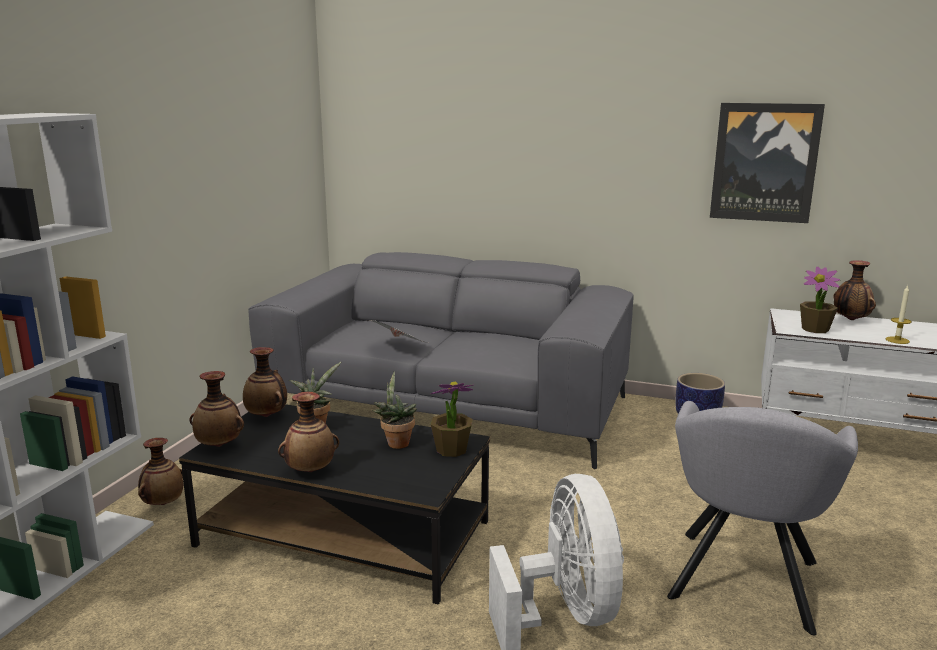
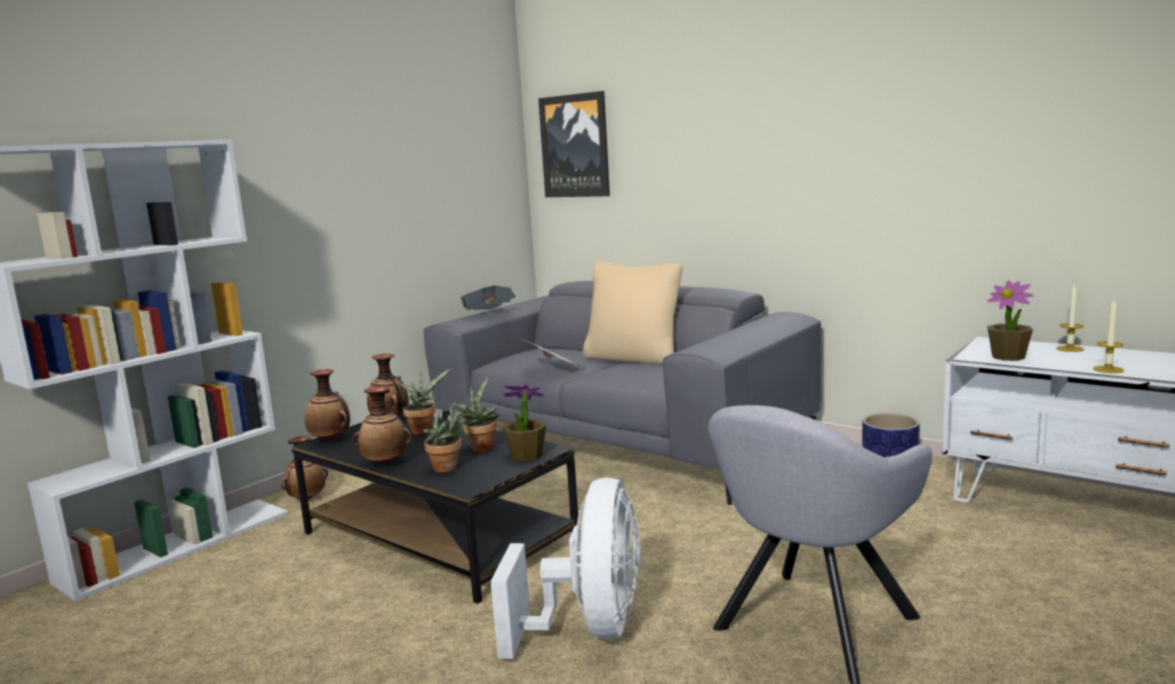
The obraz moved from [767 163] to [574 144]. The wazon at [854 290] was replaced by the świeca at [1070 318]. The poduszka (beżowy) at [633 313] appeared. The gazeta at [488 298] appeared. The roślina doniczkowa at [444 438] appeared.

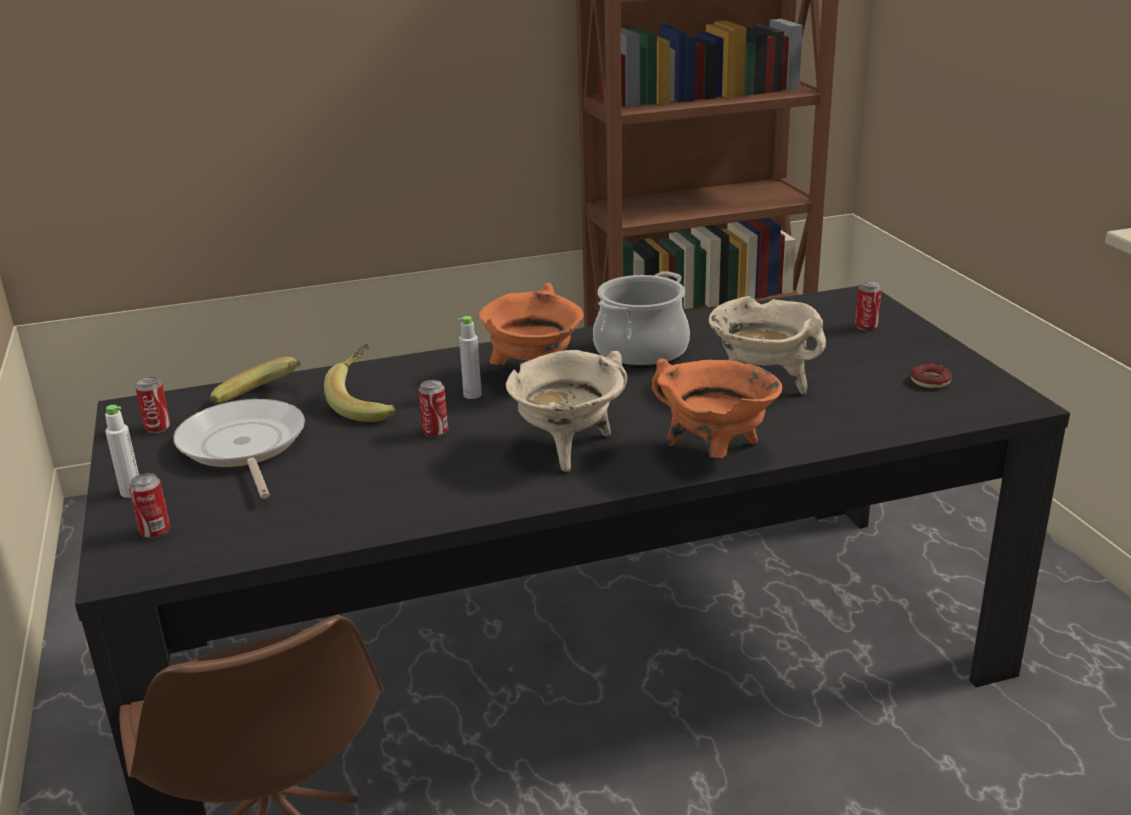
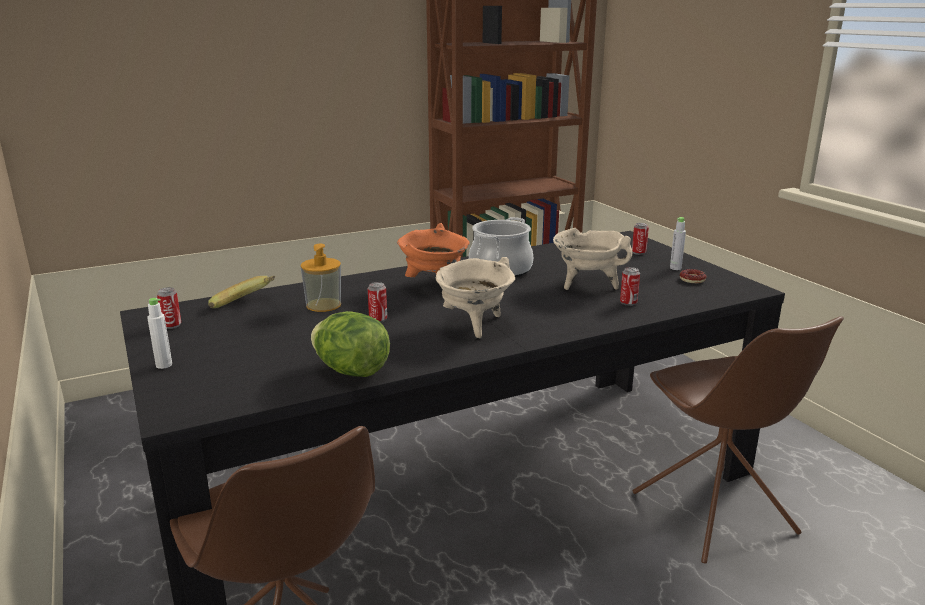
The butelka (szary) moved from [470 357] to [678 243]. The banan at [360 383] was replaced by the dozownik mydła at [321 278]. The garnek (pomarańczowy) at [717 408] disappeared. The patelnia at [239 448] disappeared. The puszka moved from [149 506] to [630 286]. The sałata at [350 344] appeared. The krzesło (brązowy) at [738 440] appeared.

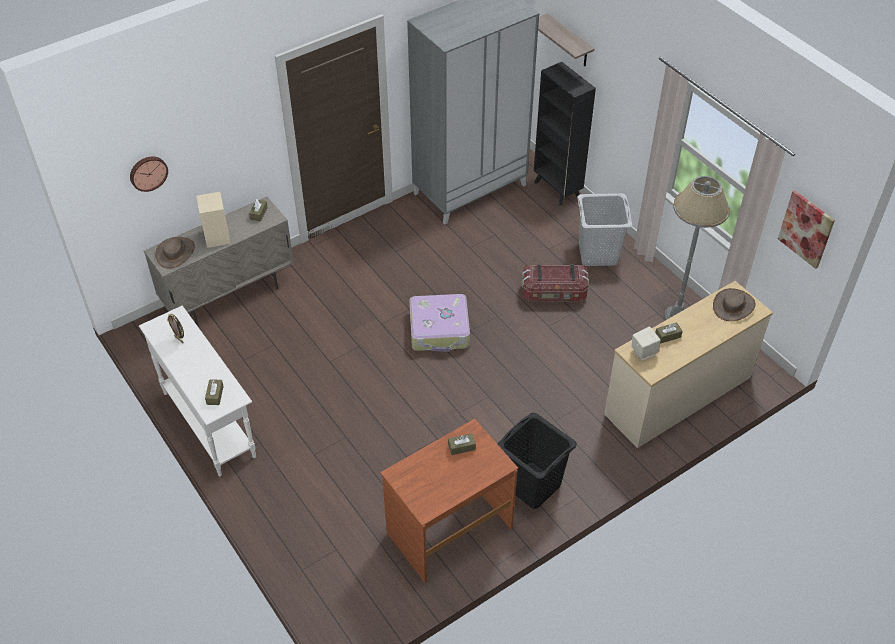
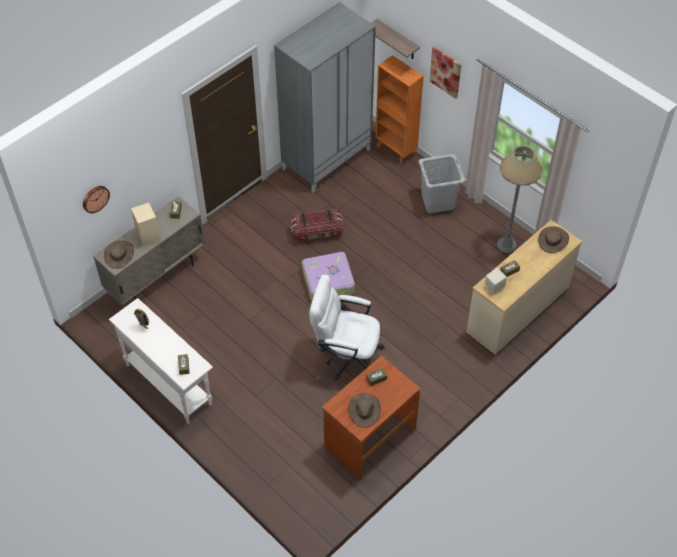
The regał (czarny) at [565 134] became the regał (pomarańczowy) at [399 109]. The obraz moved from [806 229] to [445 73]. The pojemnik do przechowywania moved from [555 283] to [317 226]. The kosz na pranie (czarny) at [537 461] disappeared. The krzesło biurowe (biały) at [347 327] appeared. The kapelusz (brązowy) at [364 410] appeared.

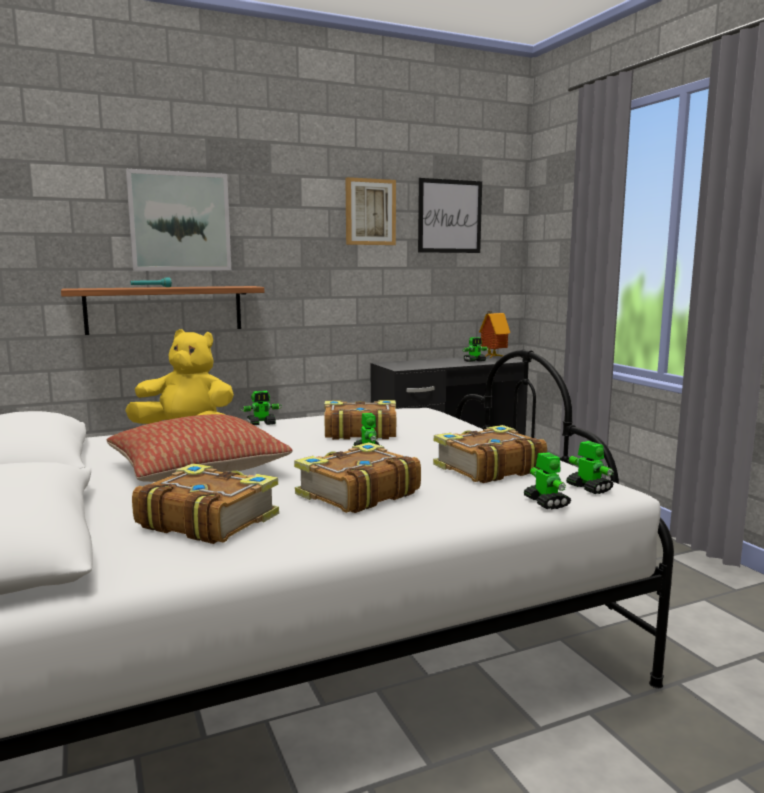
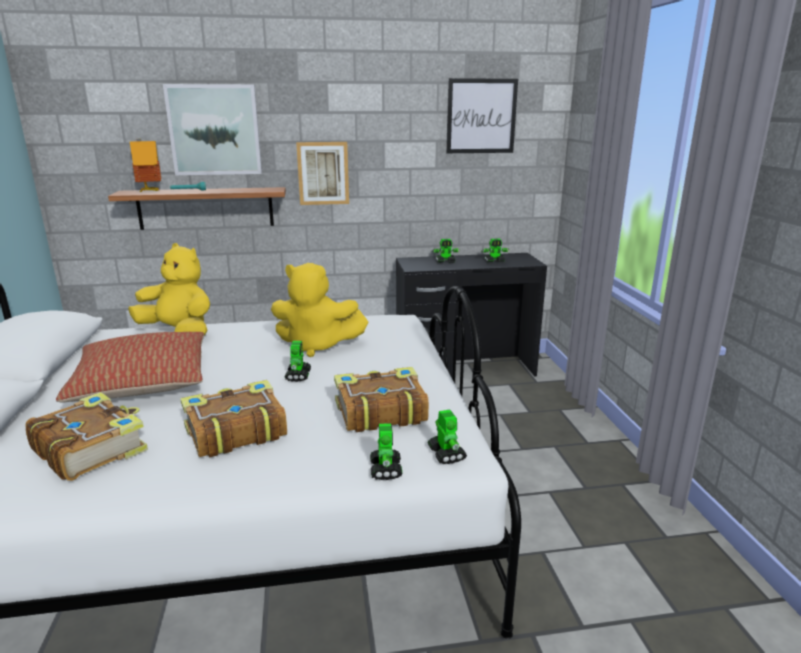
The obraz moved from [370 211] to [322 173]. The domek moved from [494 334] to [145 166]. The robot zabawkowy moved from [261 408] to [446 251]. The książka at [360 420] was replaced by the pluszak (żółty) at [320 310].

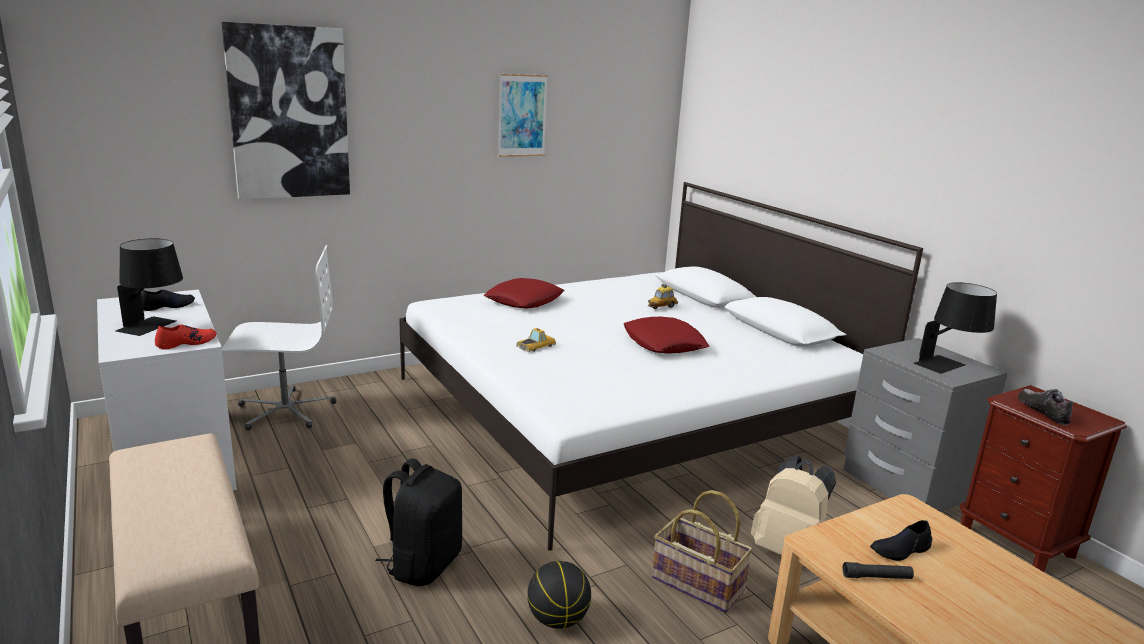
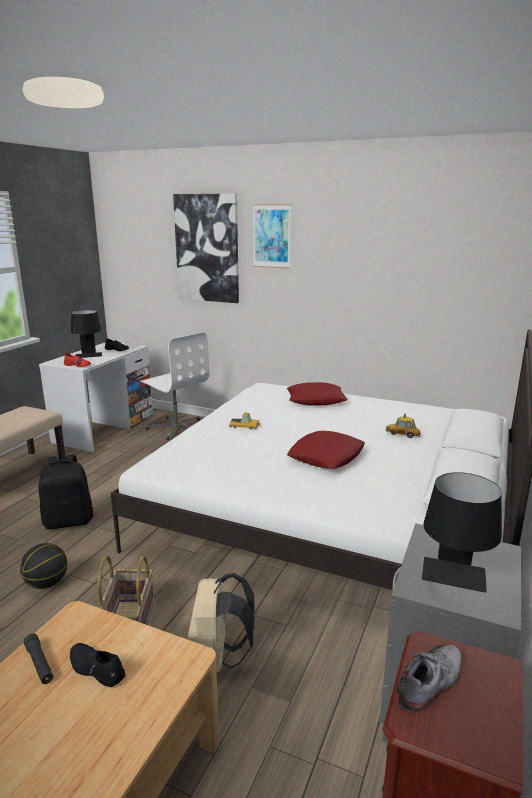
The obraz moved from [523 115] to [272 236].

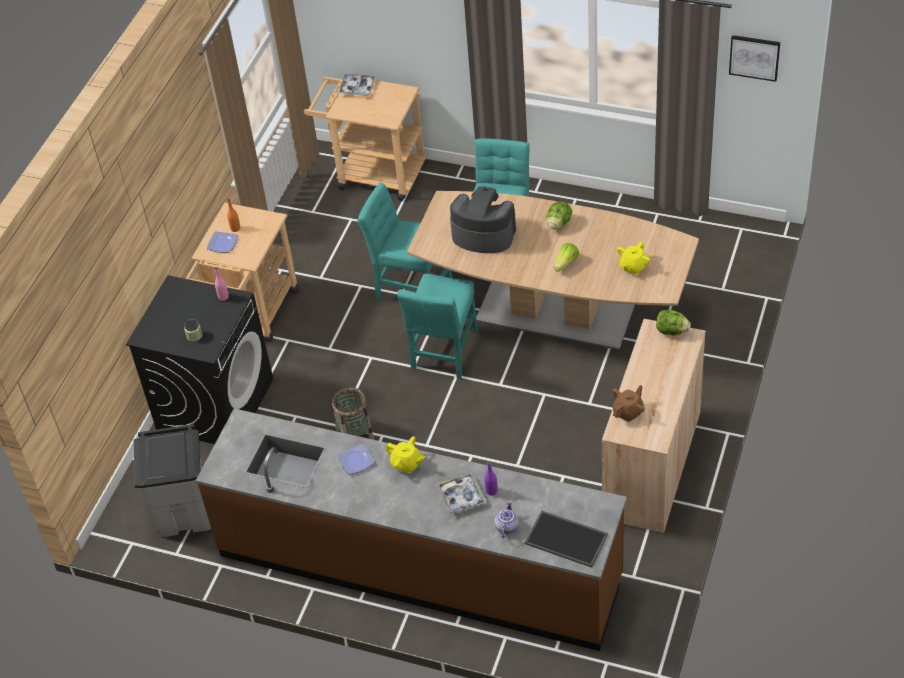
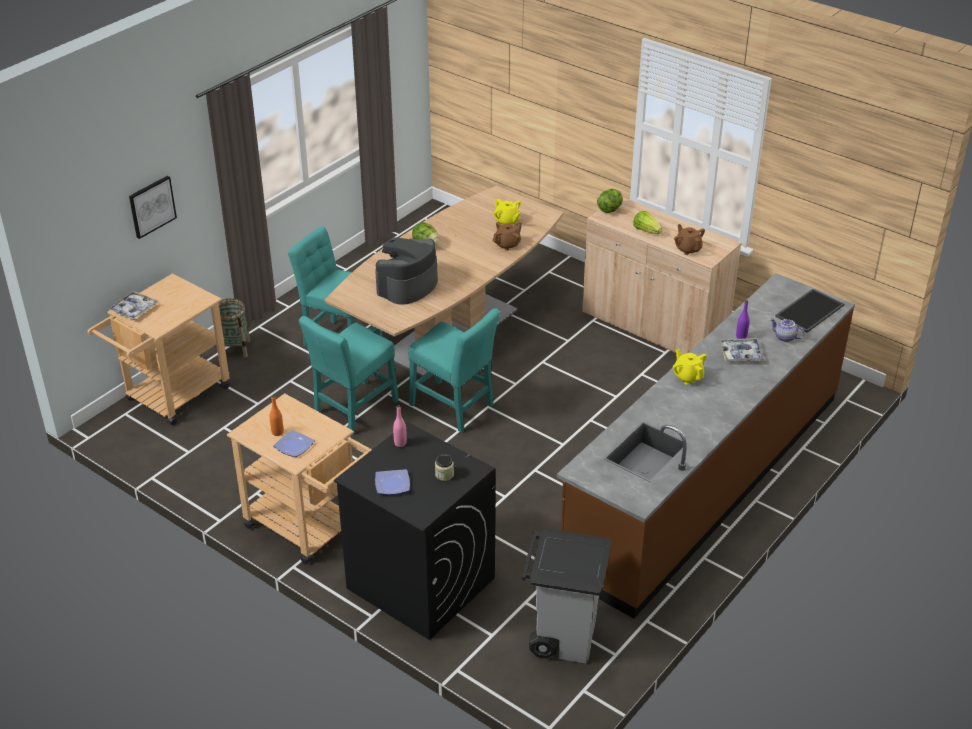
The obraz moved from [754 58] to [153 207]. The sałata moved from [566 257] to [647 222]. The koszyk moved from [353 413] to [234 327]. The imbryk (żółty) at [405 454] turned 75 degrees counterclockwise. The talerz moved from [356 459] to [392 482]. The imbryk (brązowy) at [507 236] appeared.

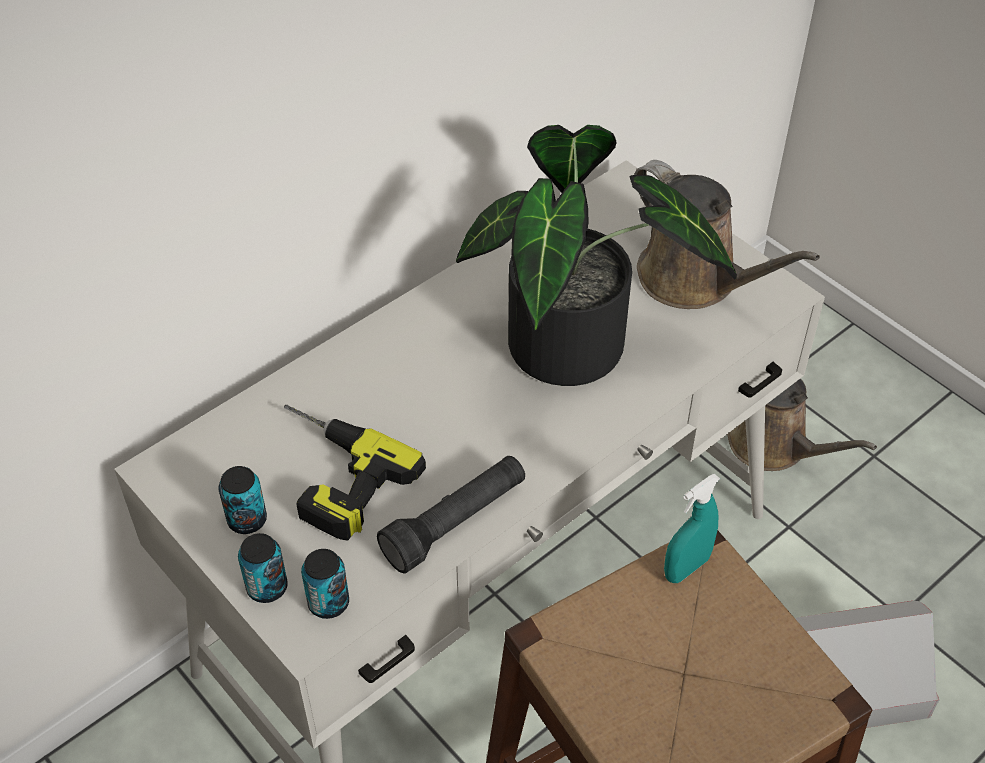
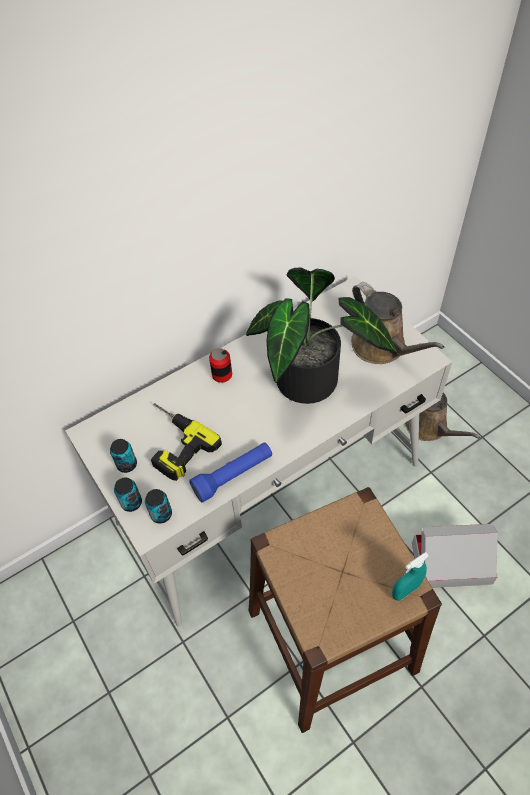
The latarka (czarny) at [451 515] became the latarka (niebieski) at [230 473]. The spryskiwacz (turkusowy) moved from [692 528] to [410 576]. The puszka at [220 366] appeared.

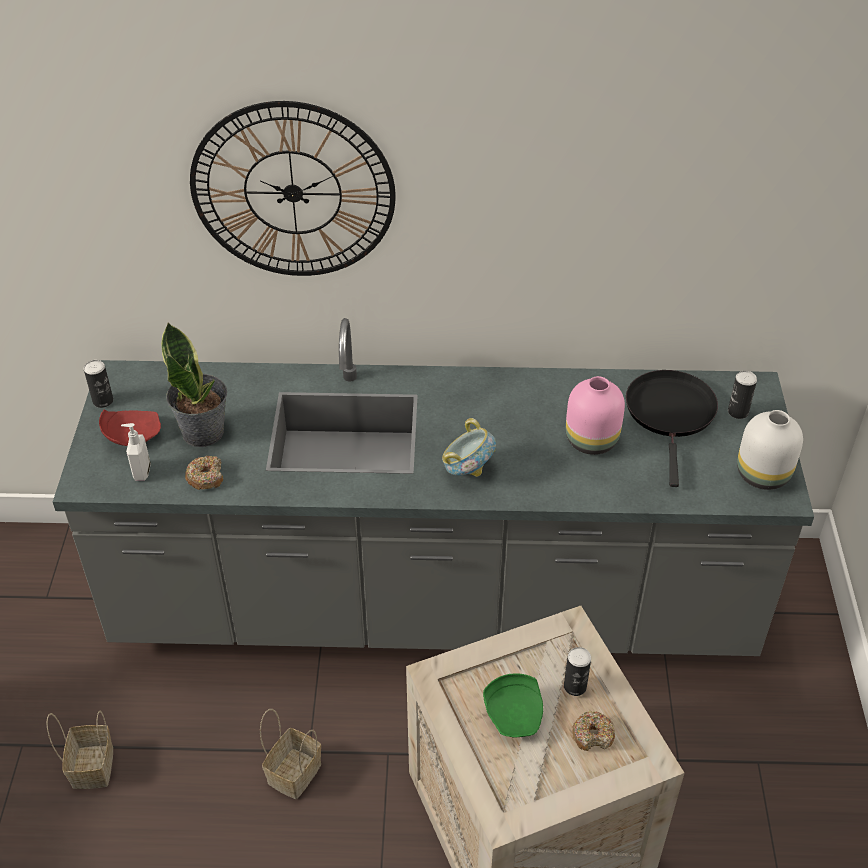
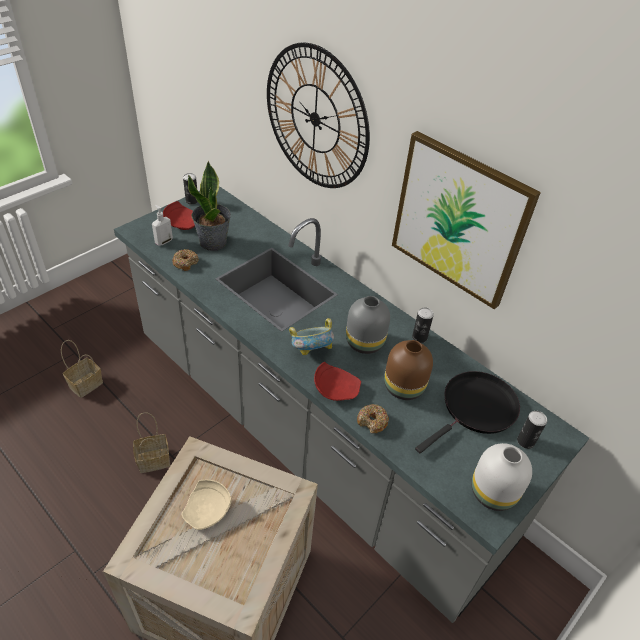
The wazon (różowy) at [595 415] became the wazon (brązowy) at [408 370]. The puszka moved from [577 671] to [423 325]. The talerz (zielony) at [513 705] became the talerz (beżowy) at [206 505]. The donut moved from [593 731] to [373 418]. The obraz at [466 220] appeared. The wazon (szary) at [368 325] appeared. The talerz (czerwony) at [337 381] appeared.

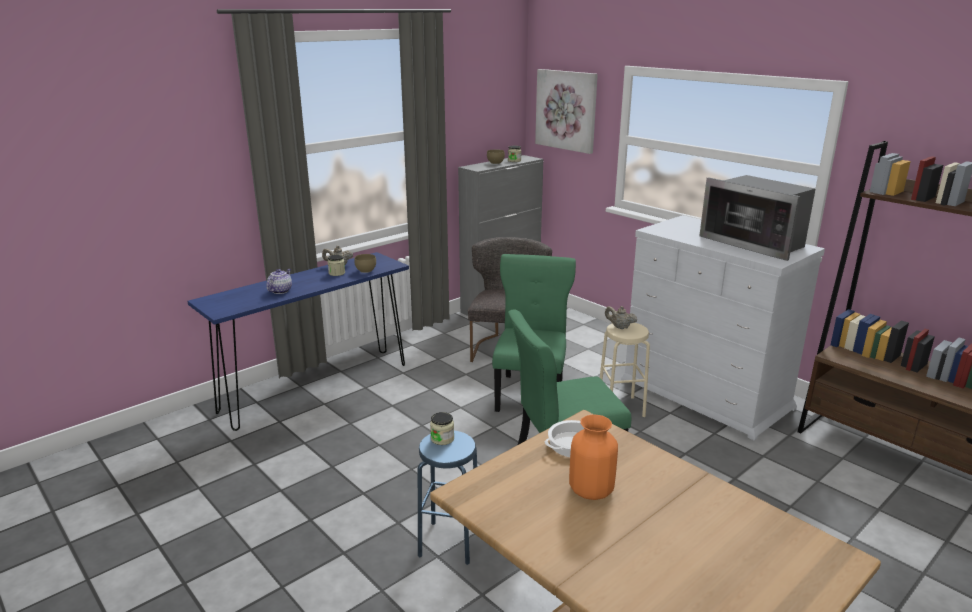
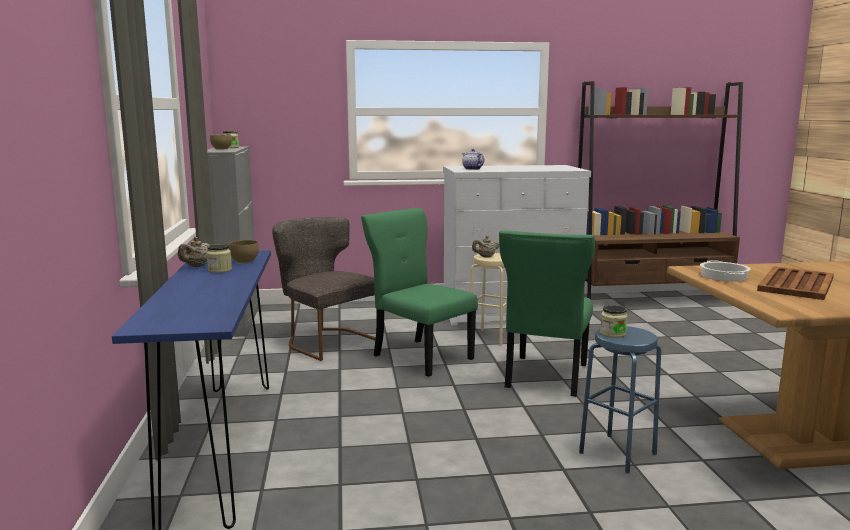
The obraz at [566 111] disappeared. The mikrofalówka at [757 218] disappeared. The imbryk moved from [279 281] to [473 159]. The wazon (pomarańczowy) at [593 457] was replaced by the taca (brązowy) at [795 283].

